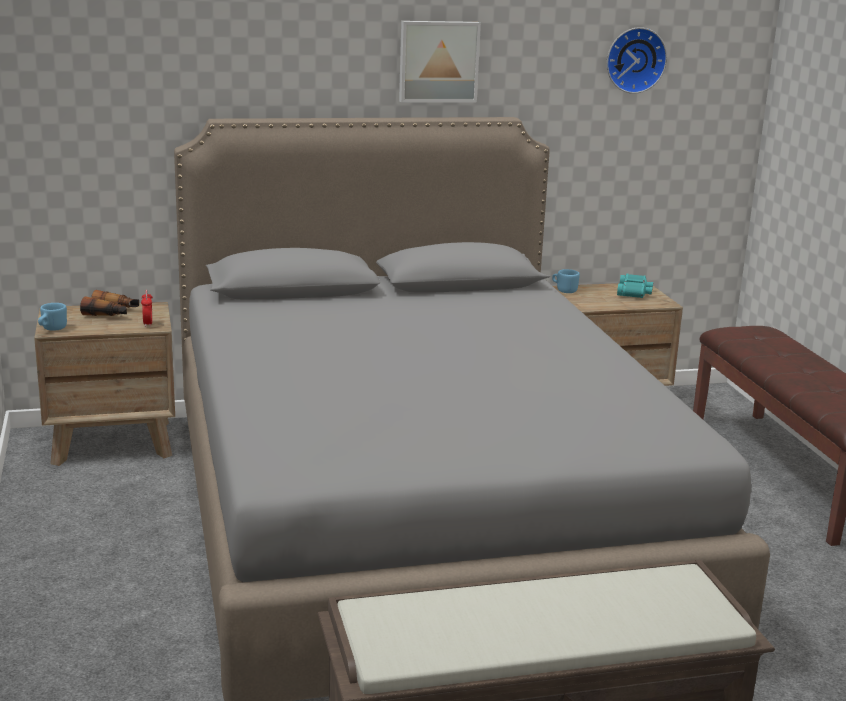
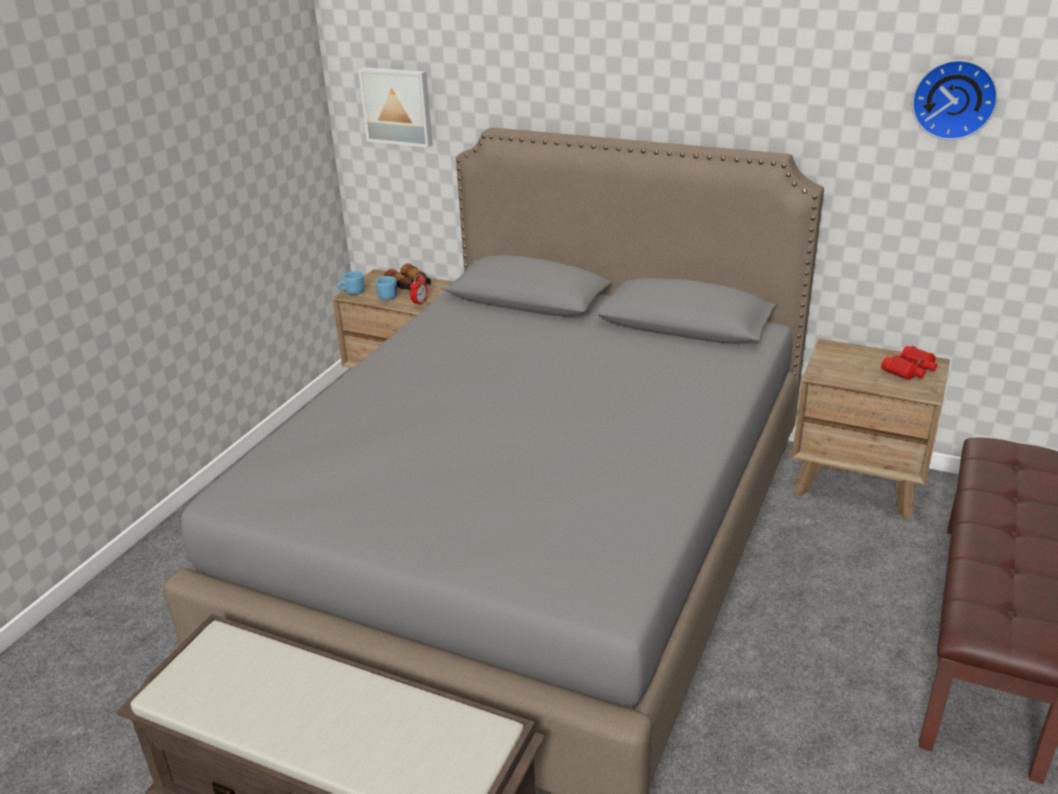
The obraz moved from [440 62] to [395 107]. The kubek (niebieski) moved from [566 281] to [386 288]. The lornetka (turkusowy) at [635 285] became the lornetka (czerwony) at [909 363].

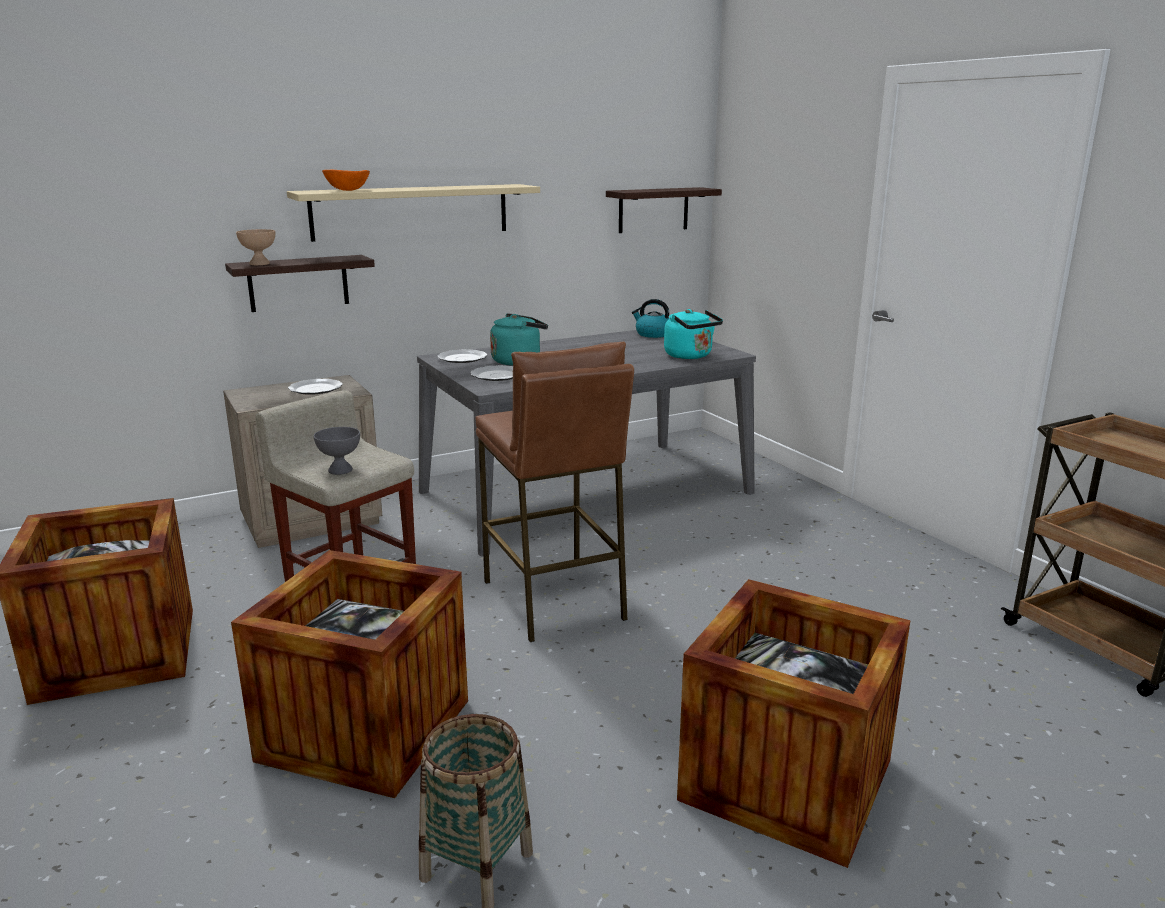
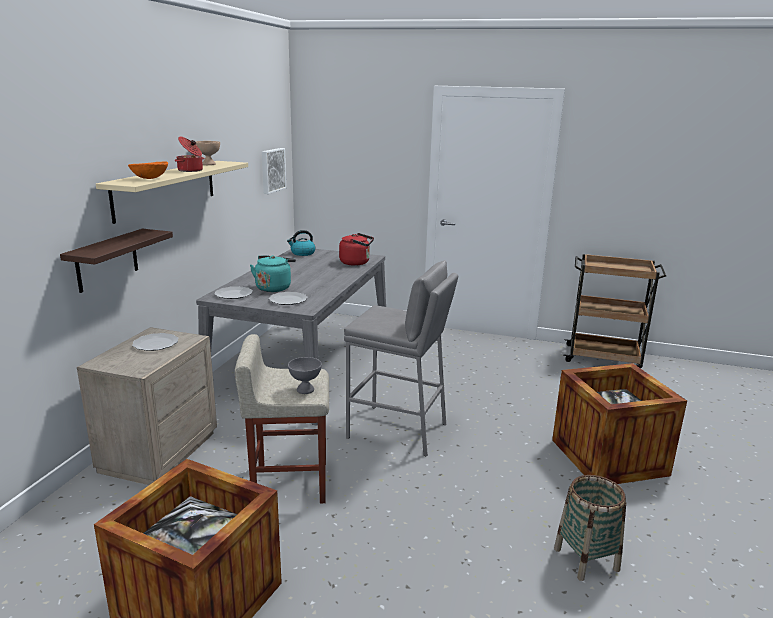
The półka at [664 210] was replaced by the obraz at [274 171]. The miska (beżowy) moved from [255 247] to [207 153]. The czajnik (turkusowy) at [693 334] became the czajnik (czerwony) at [356 249]. The stołek (brązowy) at [554 492] became the stołek (szary) at [401 358]. The skrzynka at [349 674] disappeared. The garnek at [189 154] appeared.

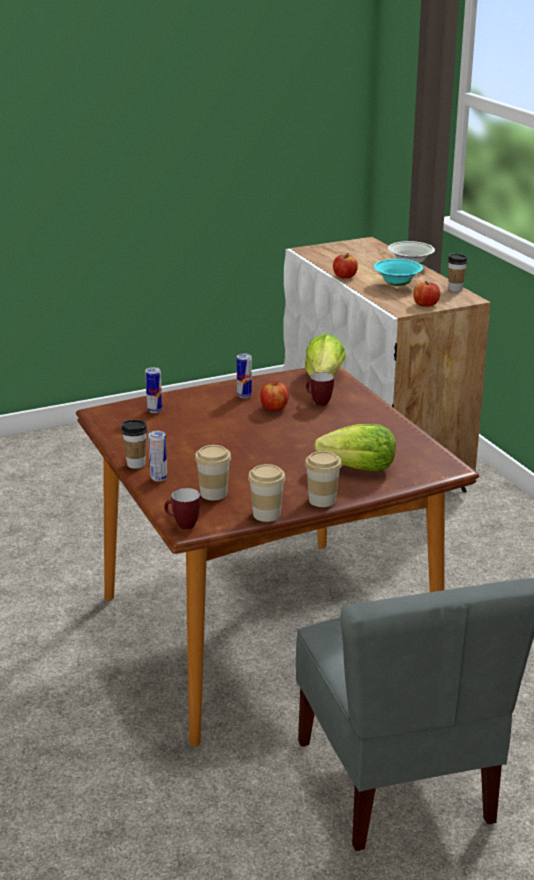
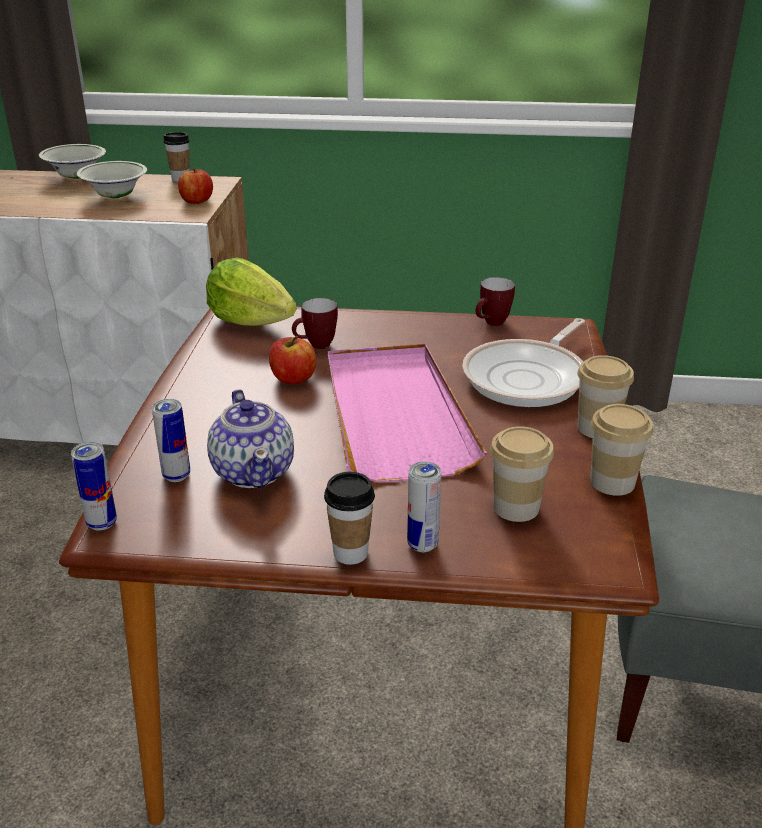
The jabłko at [345 265] disappeared. The miska (turkusowy) at [398 272] became the miska (biały) at [112 179]. The puszka moved from [244 376] to [94 486]. The sałata at [355 448] was replaced by the patelnia at [523 362]. The kubek moved from [182 509] to [495 301]. The taca (różowy) at [407 413] appeared. The imbryk at [250 438] appeared.

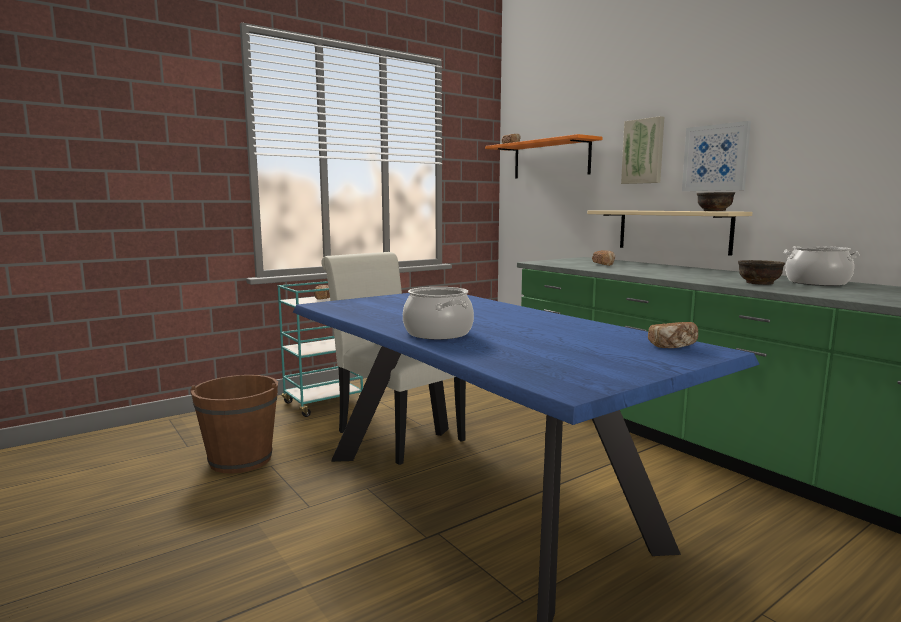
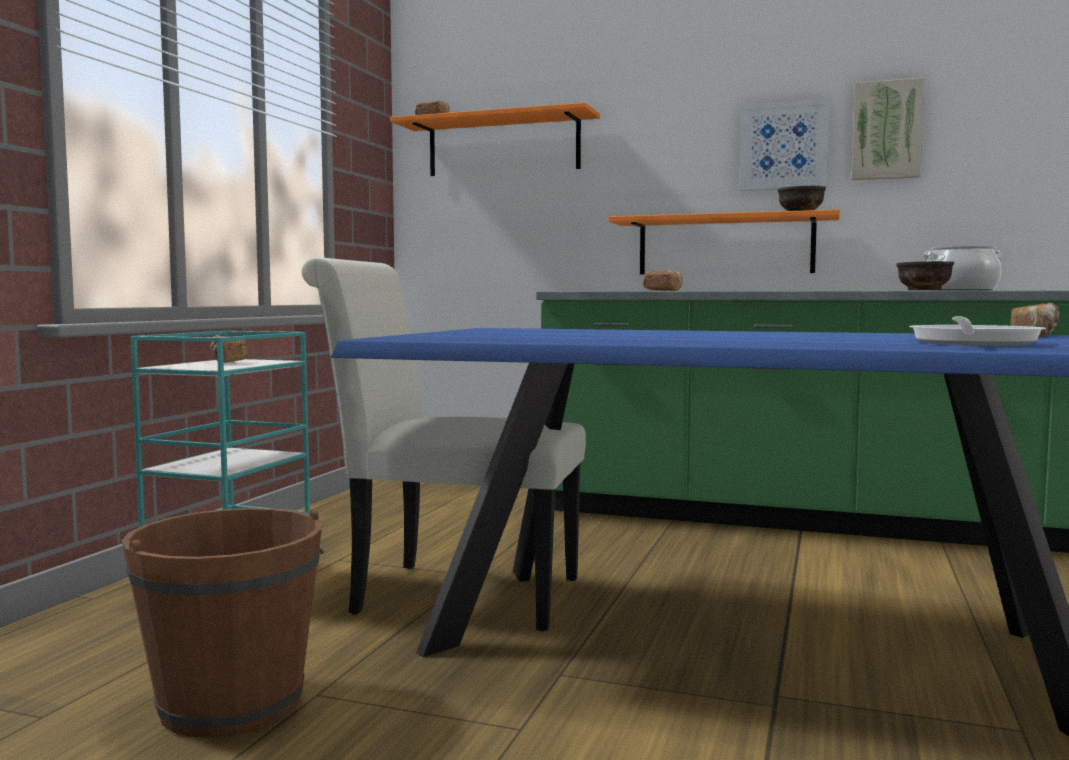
The obraz moved from [642 150] to [888 129]. The półka (beżowy) at [669 233] became the półka (pomarańczowy) at [724 242]. The garnek at [438 313] disappeared. The patelnia at [977 331] appeared.

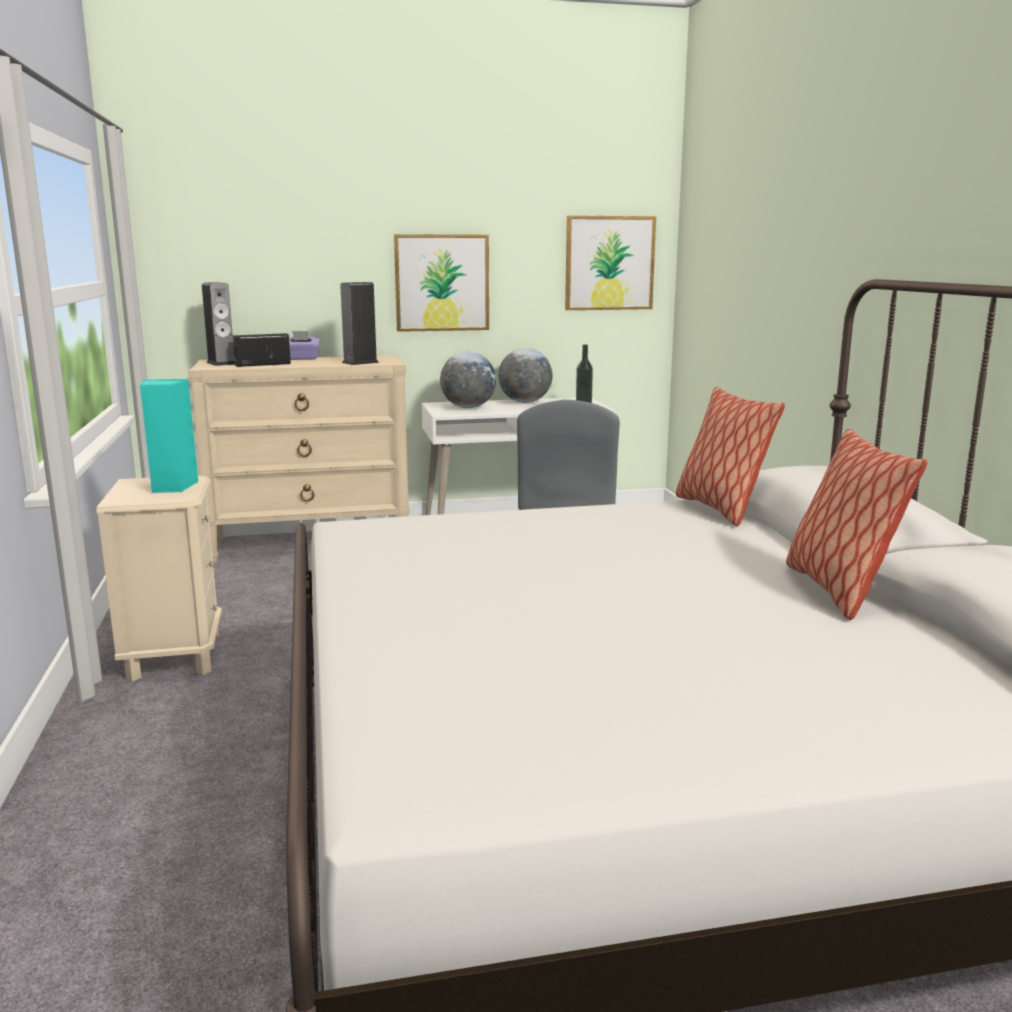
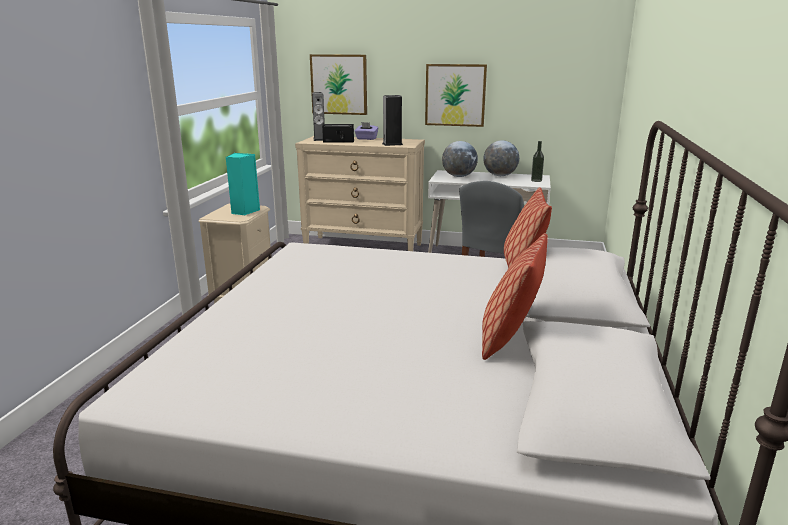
The obraz moved from [610 263] to [338 84].

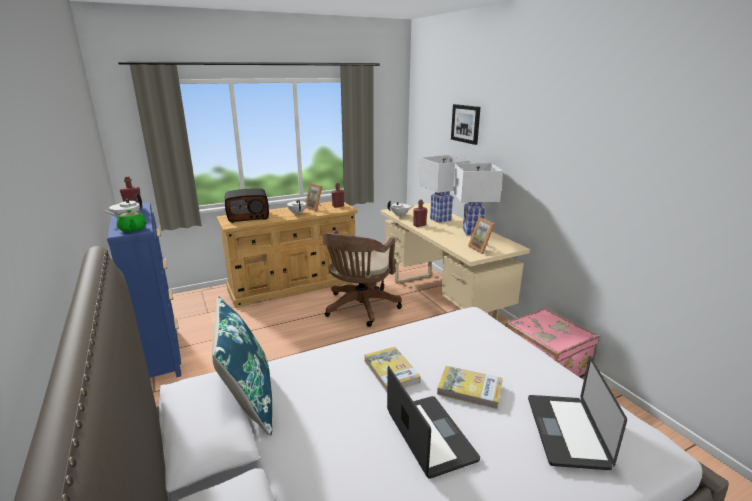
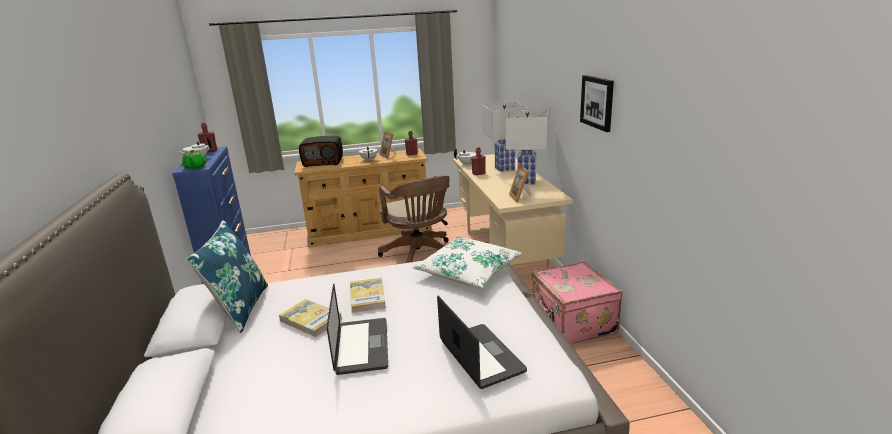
The obraz moved from [466 124] to [597 103]. The krzesło biurowe (brązowy) at [362 278] turned 60 degrees counterclockwise. The laptop at [577 413] turned 135 degrees clockwise. The książka moved from [470 387] to [310 318]. The poduszka (biały) at [467 263] appeared.

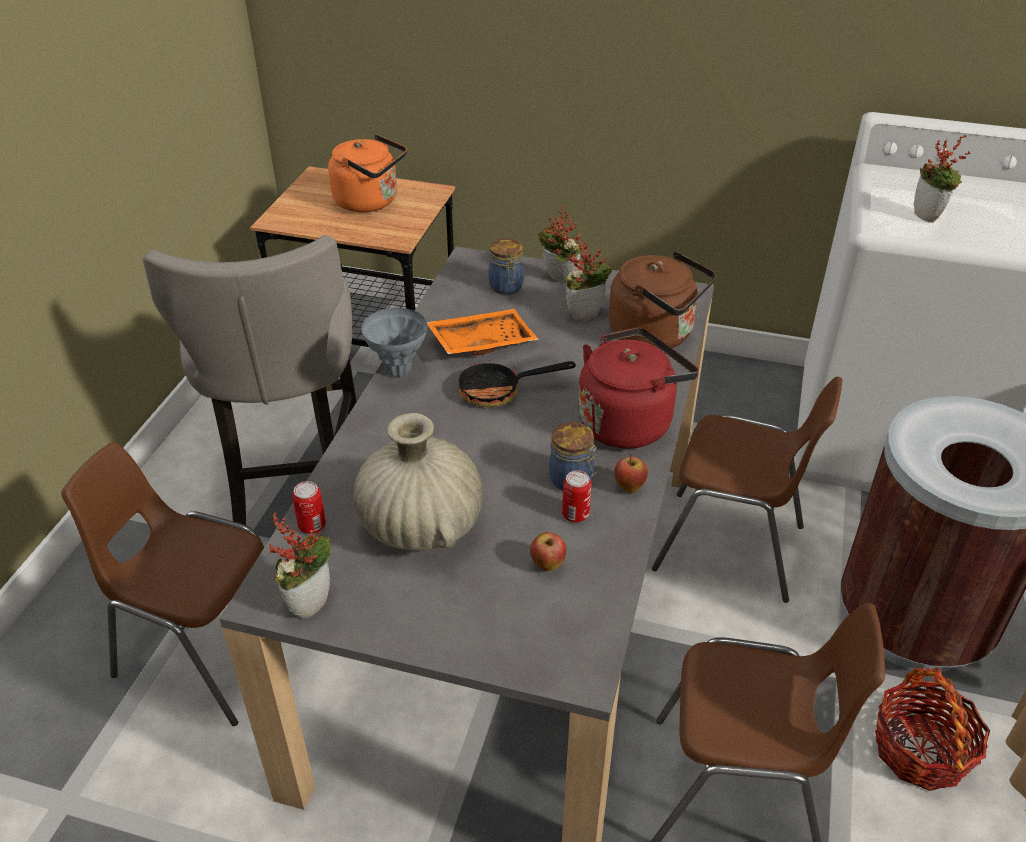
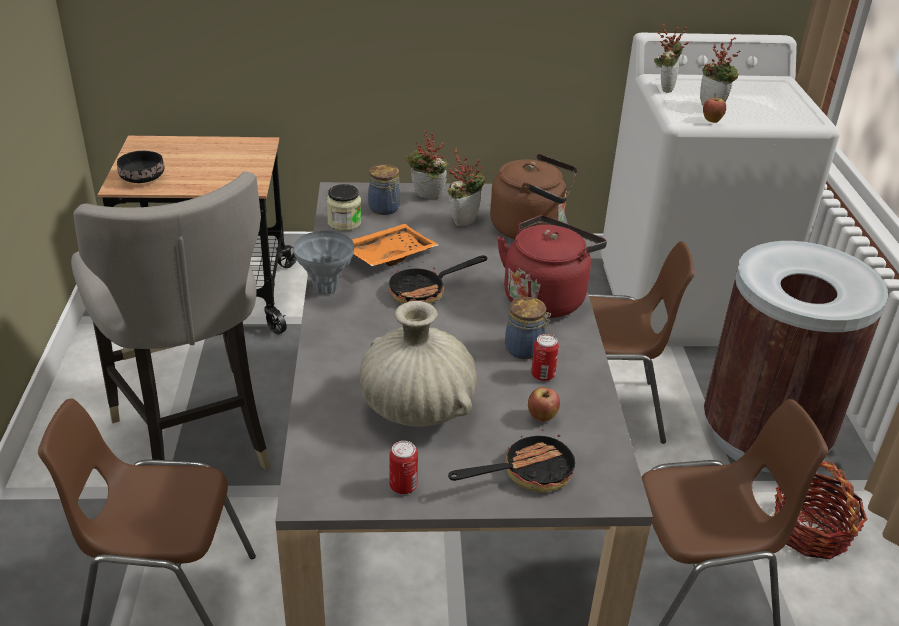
The czajnik (pomarańczowy) at [367 173] disappeared. The jabłko moved from [631 473] to [714 108]. The puszka moved from [309 507] to [403 467]. The roślina doniczkowa moved from [300 565] to [671 57]. The miska (czarny) at [140 167] appeared. The słoik at [344 207] appeared. The patelnia at [511 460] appeared.

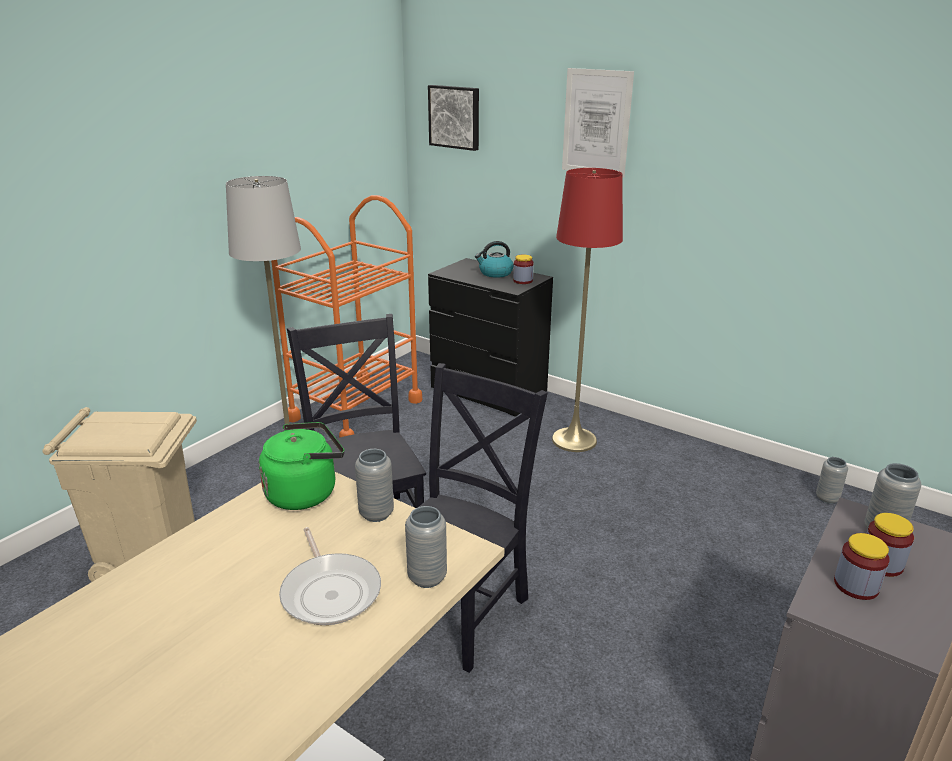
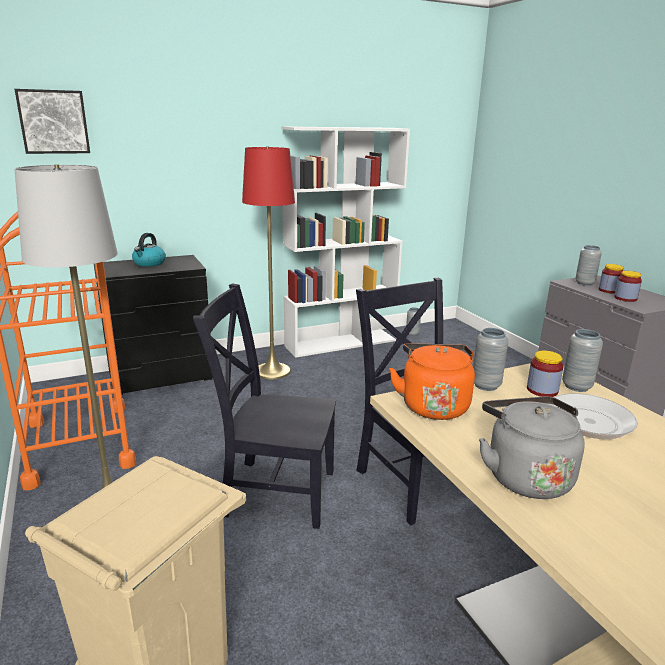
The obraz at [598 123] disappeared. The słoik moved from [523 269] to [545 374]. The czajnik (zielony) at [301 466] became the czajnik (pomarańczowy) at [432 381]. The regał (biały) at [345 242] appeared. The czajnik (szary) at [532 447] appeared.

